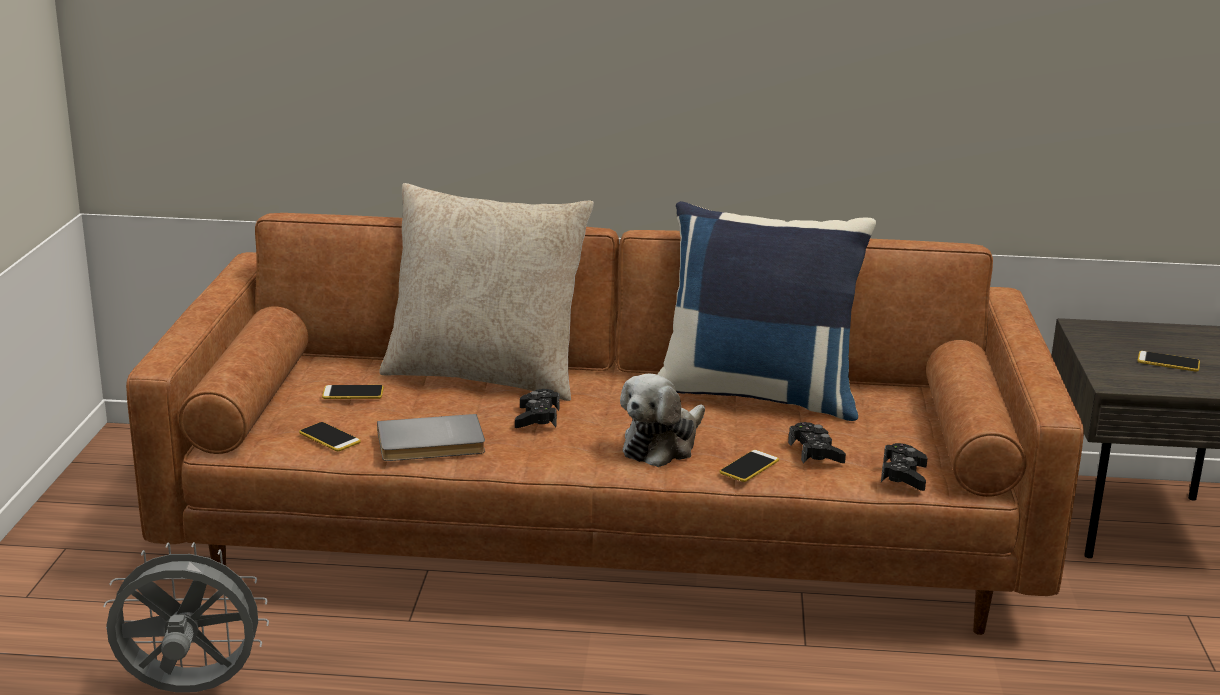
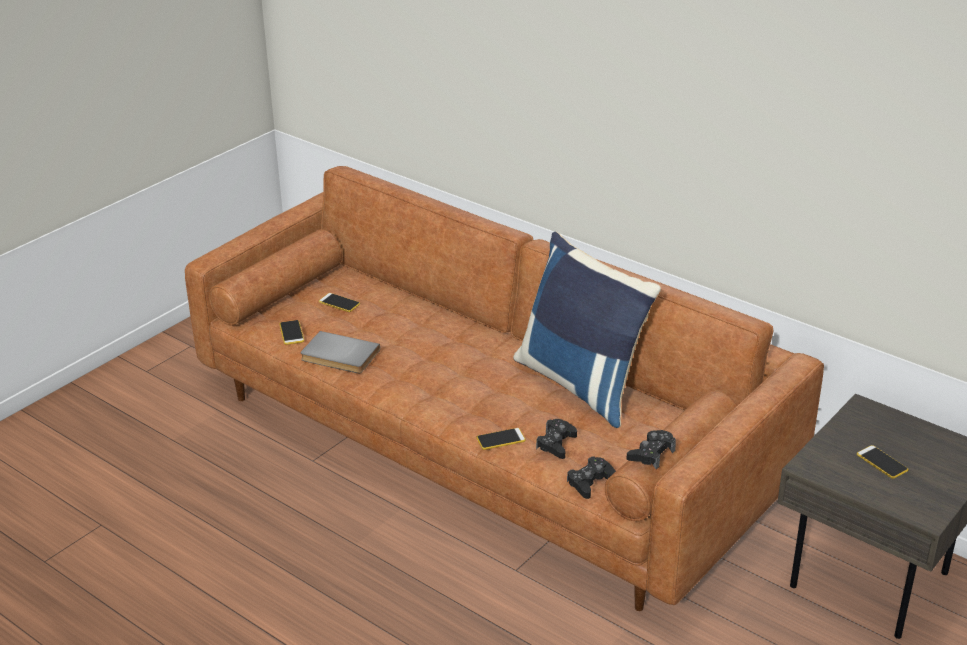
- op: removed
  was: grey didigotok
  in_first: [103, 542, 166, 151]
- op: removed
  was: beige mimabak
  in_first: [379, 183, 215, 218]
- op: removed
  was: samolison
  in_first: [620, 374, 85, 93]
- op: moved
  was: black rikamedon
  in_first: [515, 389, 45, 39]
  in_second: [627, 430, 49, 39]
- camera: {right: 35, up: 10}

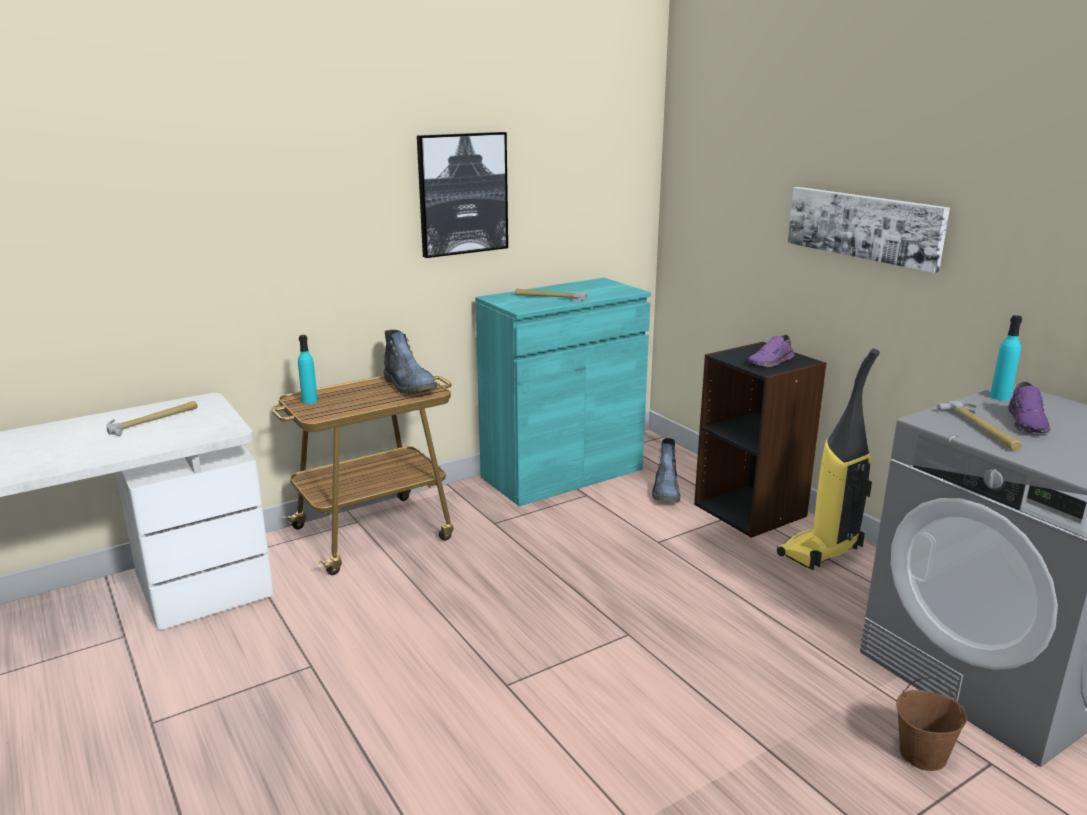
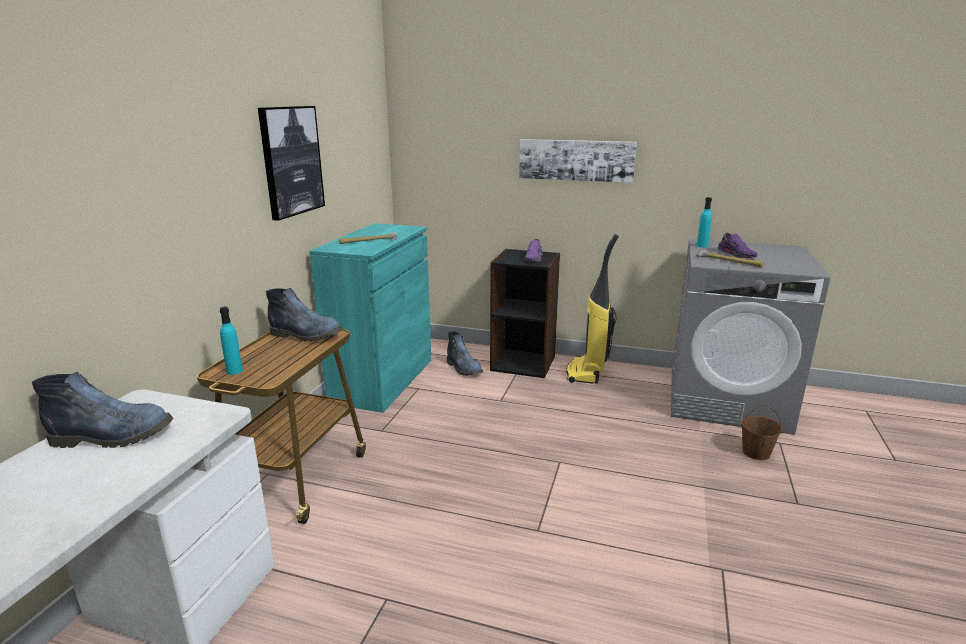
- op: replaced
  was: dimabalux
  now: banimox
  in_first: [106, 401, 92, 35]
  in_second: [32, 372, 141, 76]
- camera: {right: -40, up: 0}

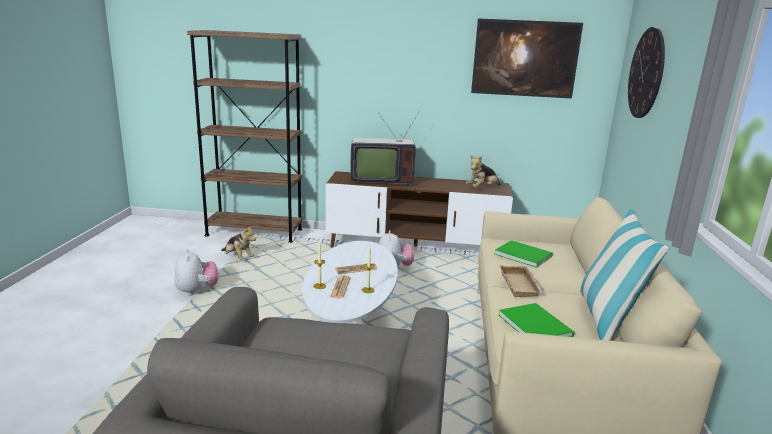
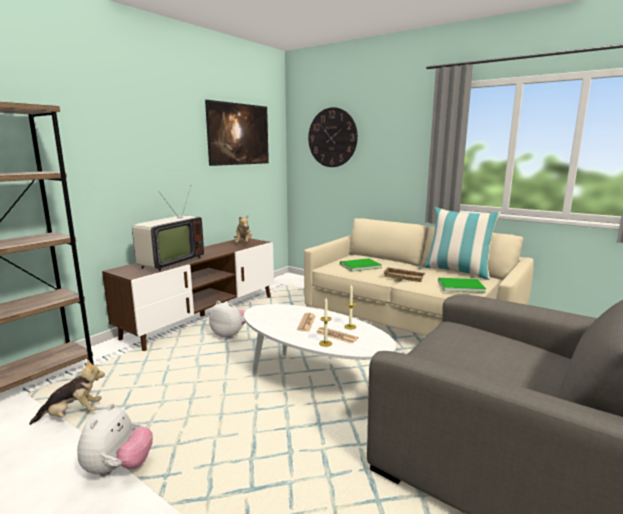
- op: turned
  was: samolison
  in_first: [174, 249, 45, 47]
  in_second: [77, 403, 76, 73]
  clockwise: 90
- camera: {right: -60, up: -5}

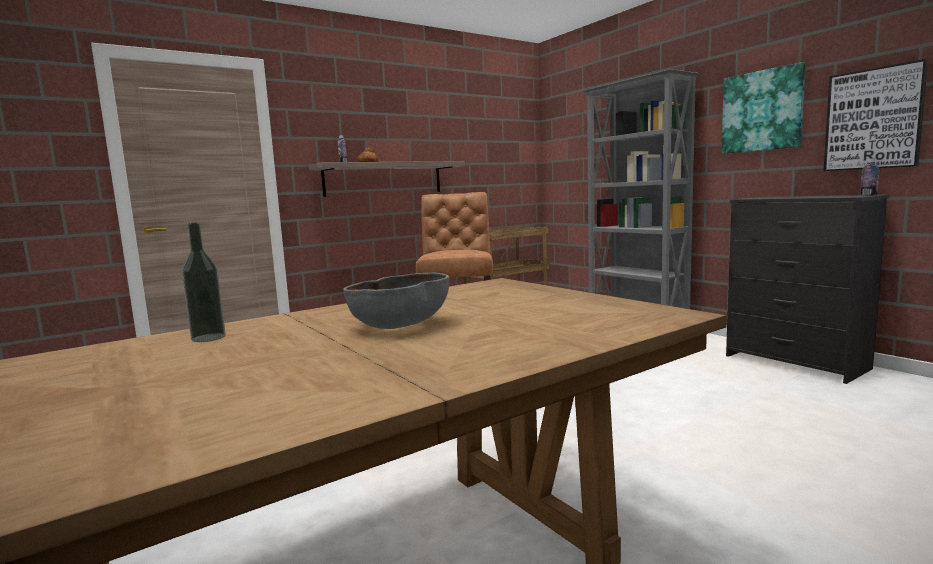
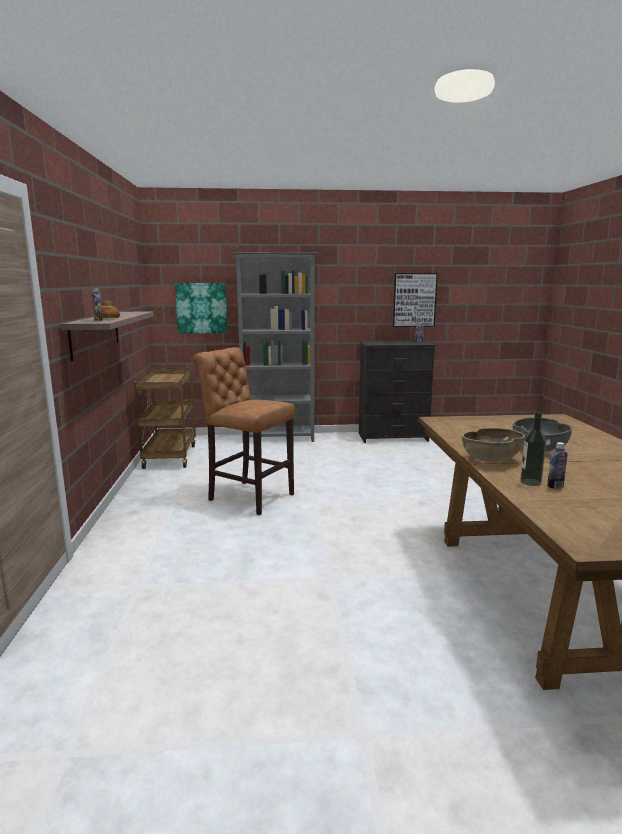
- op: added
  now: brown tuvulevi
  in_second: [462, 428, 63, 34]
- op: added
  now: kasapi
  in_second: [547, 442, 21, 47]
- op: moved
  was: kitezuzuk
  in_first: [721, 62, 85, 92]
  in_second: [175, 283, 53, 50]
- camera: {right: -60, up: 5}

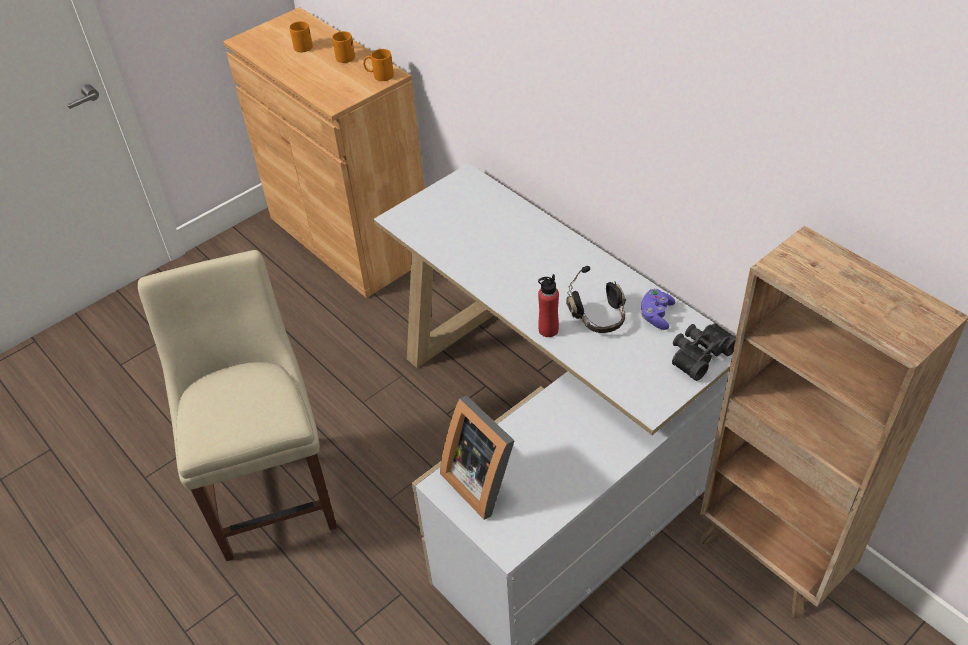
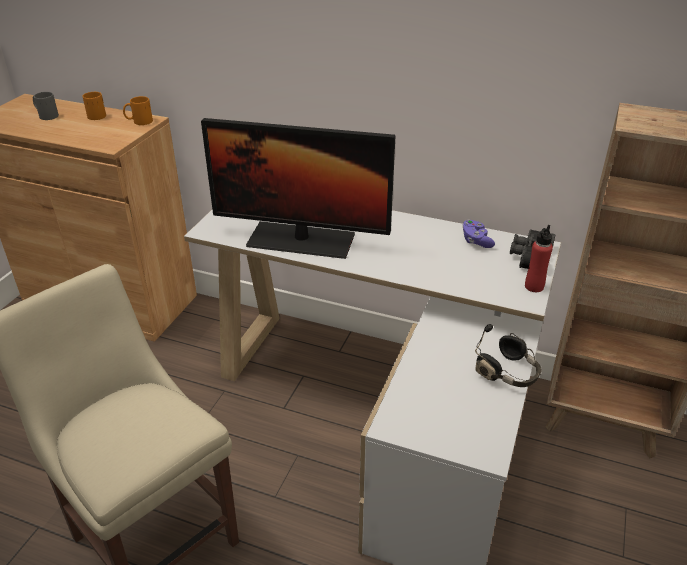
- op: removed
  was: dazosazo
  in_first: [440, 396, 74, 124]
- op: added
  now: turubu
  in_second: [201, 118, 194, 141]
- op: moved
  was: red kasapi
  in_first: [538, 274, 21, 63]
  in_second: [525, 225, 28, 67]
- op: moved
  was: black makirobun
  in_first: [566, 266, 60, 67]
  in_second: [475, 324, 67, 63]
- op: recoloured
  was: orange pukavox
  now: grey pukavox
  in_first: [289, 21, 24, 31]
  in_second: [33, 92, 26, 28]
- camera: {right: -30, up: -10}

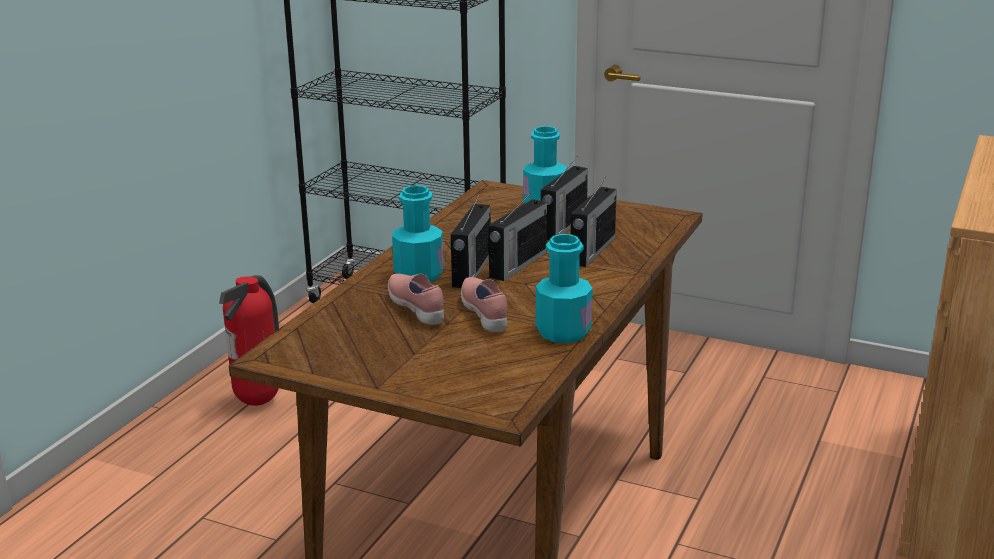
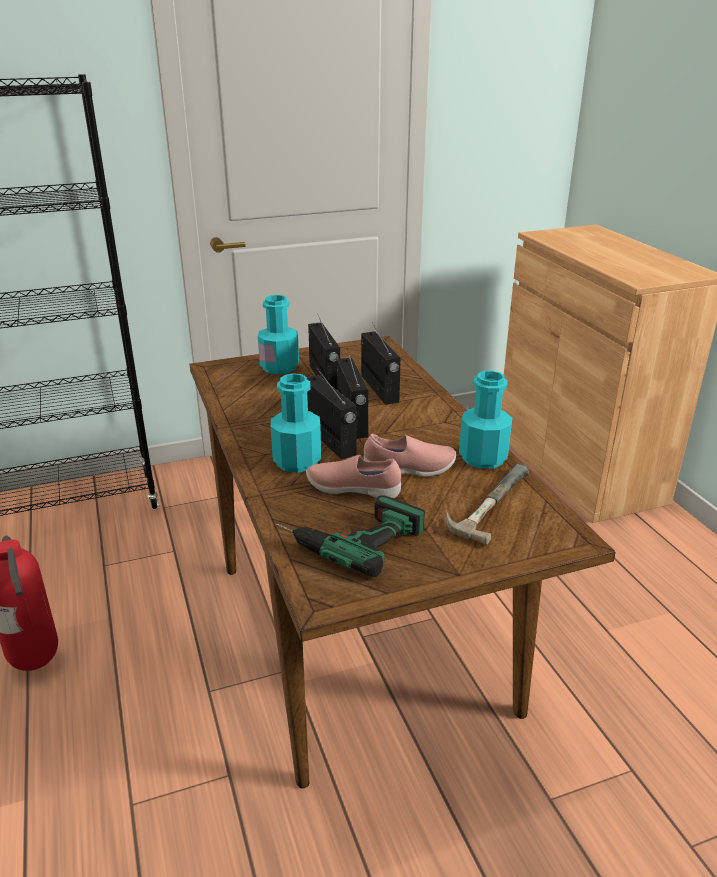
- op: added
  now: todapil
  in_second: [276, 495, 149, 82]
- op: added
  now: dimabalux
  in_second: [446, 463, 83, 82]
- op: turned
  was: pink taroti
  in_first: [461, 277, 46, 55]
  in_second: [364, 434, 92, 43]
  clockwise: 150
- camera: {right: -45, up: 5}

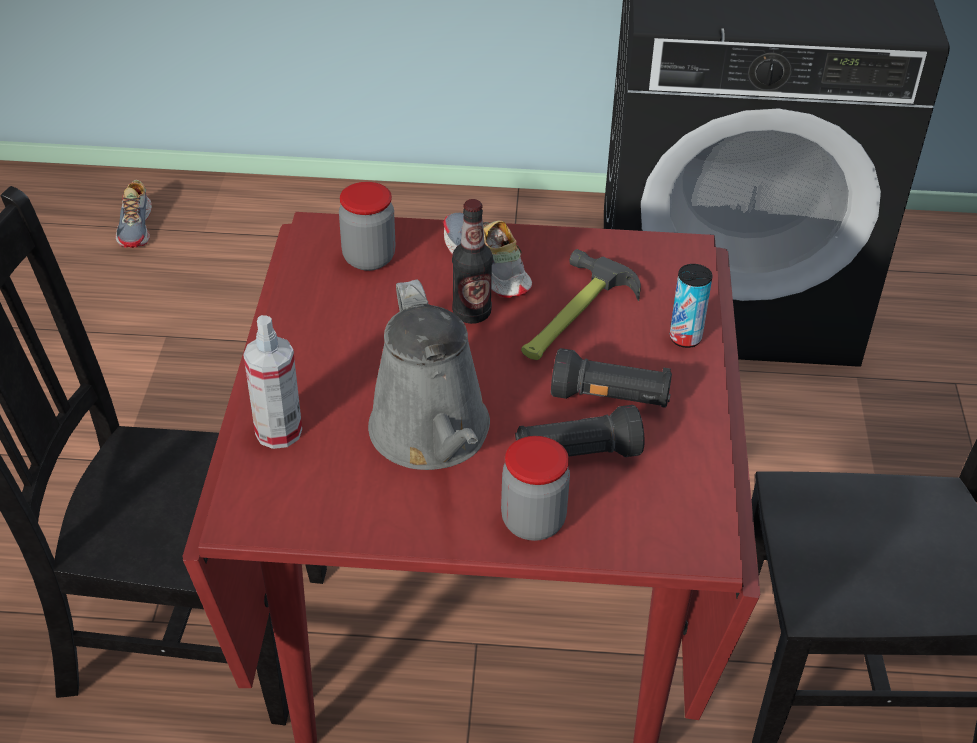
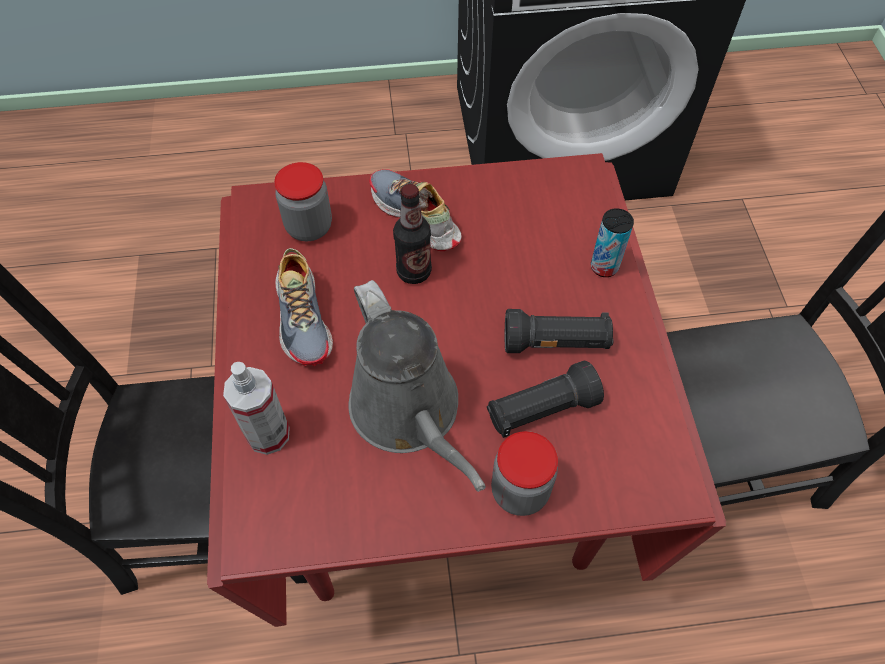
- op: removed
  was: dimabalux
  in_first: [521, 249, 120, 111]
- op: moved
  was: taroti
  in_first: [115, 180, 37, 68]
  in_second: [275, 248, 58, 119]
- camera: {right: -10, up: 15}

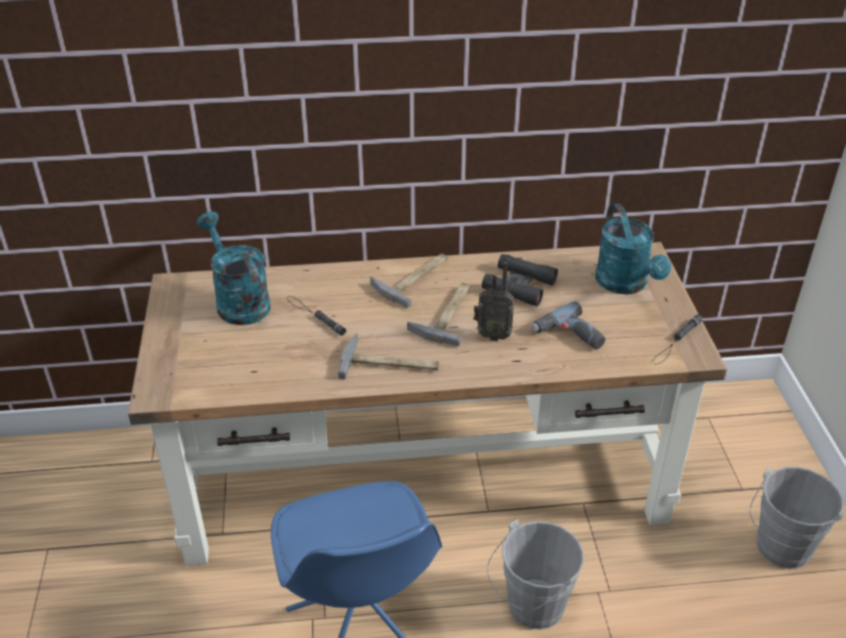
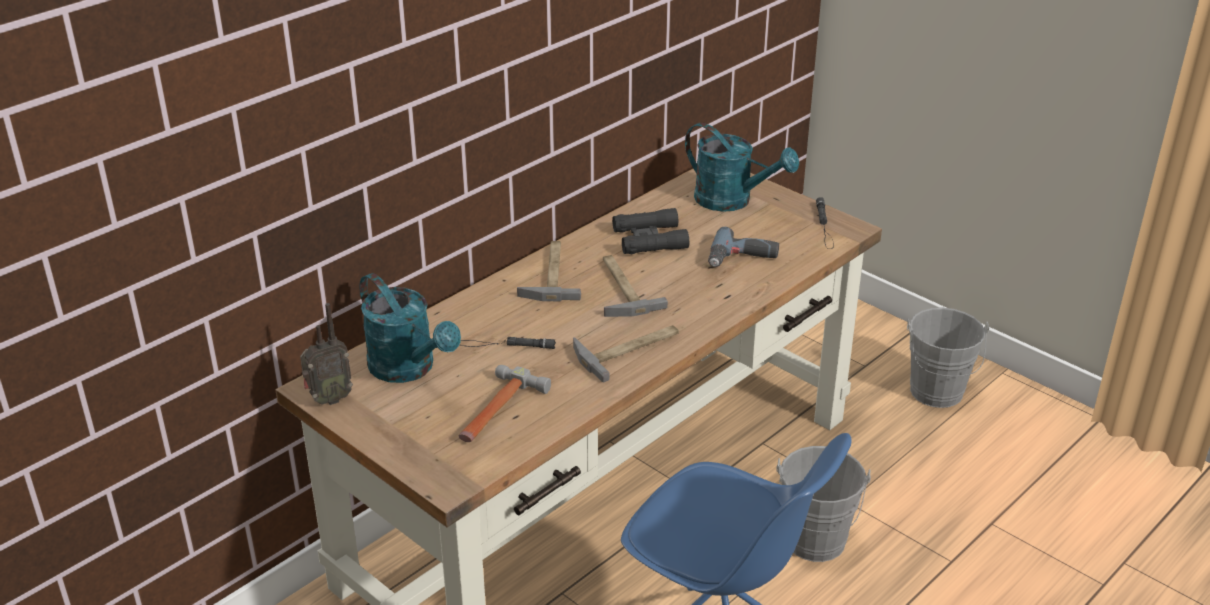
- op: added
  now: dimabalux
  in_second: [459, 365, 92, 77]
- op: moved
  was: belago
  in_first: [473, 261, 42, 80]
  in_second: [300, 303, 53, 102]
- op: turned
  was: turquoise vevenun
  in_first: [196, 212, 75, 113]
  in_second: [360, 273, 101, 110]
  clockwise: -150
- camera: {right: -40, up: -5}

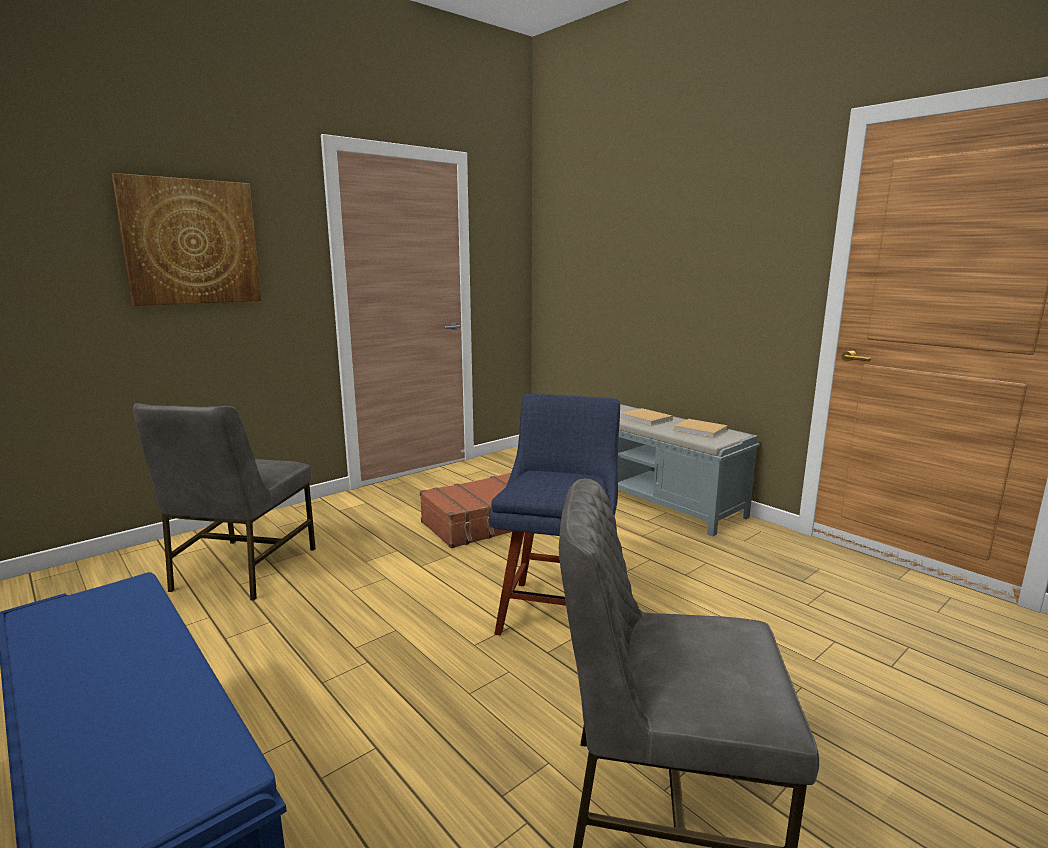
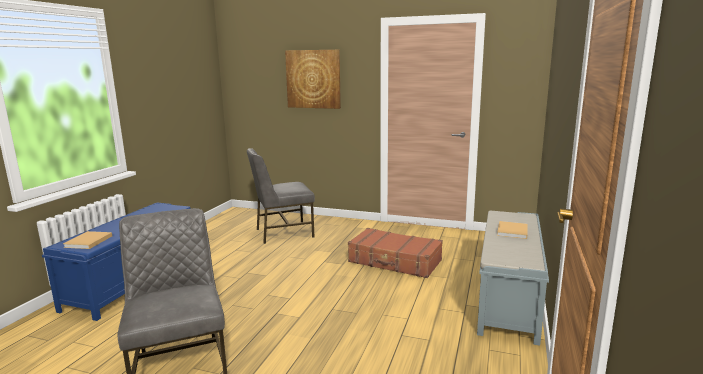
- op: removed
  was: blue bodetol
  in_first: [489, 394, 131, 241]
- op: moved
  was: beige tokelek
  in_first: [673, 419, 55, 19]
  in_second: [63, 231, 49, 18]
- camera: {right: 60, up: 0}

